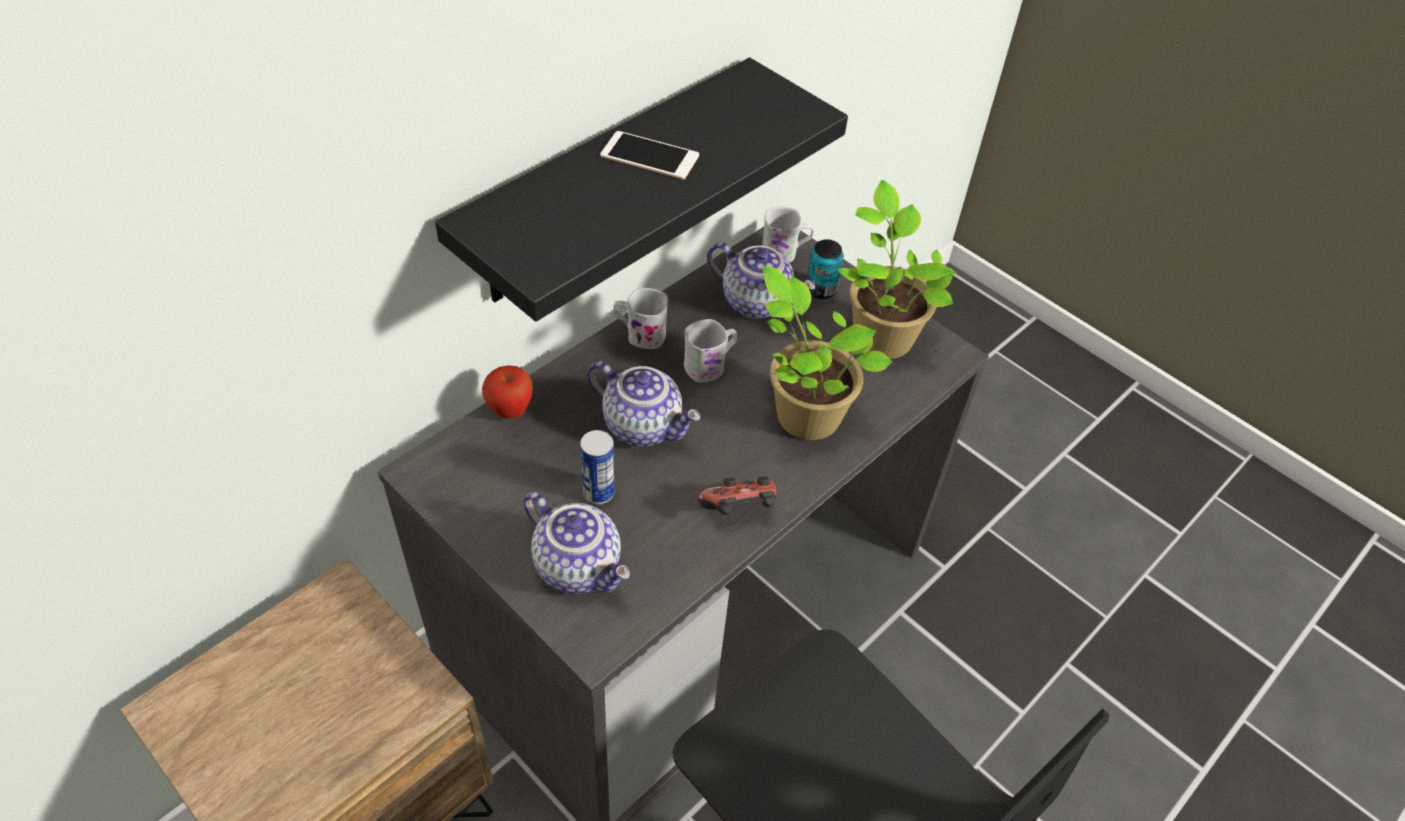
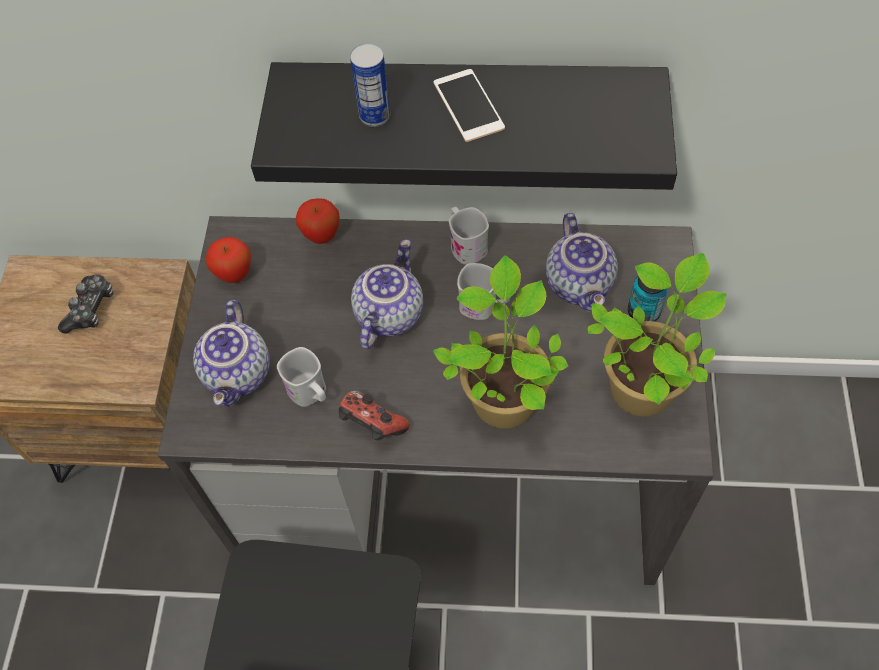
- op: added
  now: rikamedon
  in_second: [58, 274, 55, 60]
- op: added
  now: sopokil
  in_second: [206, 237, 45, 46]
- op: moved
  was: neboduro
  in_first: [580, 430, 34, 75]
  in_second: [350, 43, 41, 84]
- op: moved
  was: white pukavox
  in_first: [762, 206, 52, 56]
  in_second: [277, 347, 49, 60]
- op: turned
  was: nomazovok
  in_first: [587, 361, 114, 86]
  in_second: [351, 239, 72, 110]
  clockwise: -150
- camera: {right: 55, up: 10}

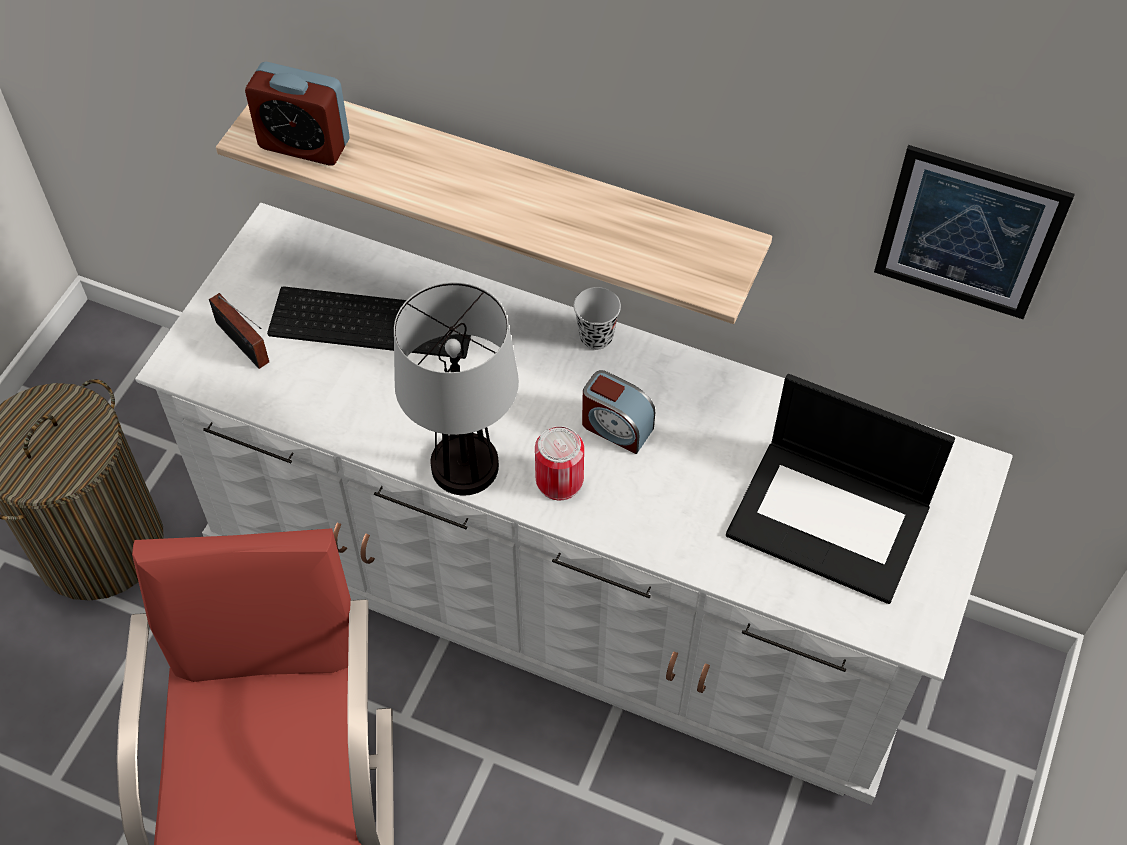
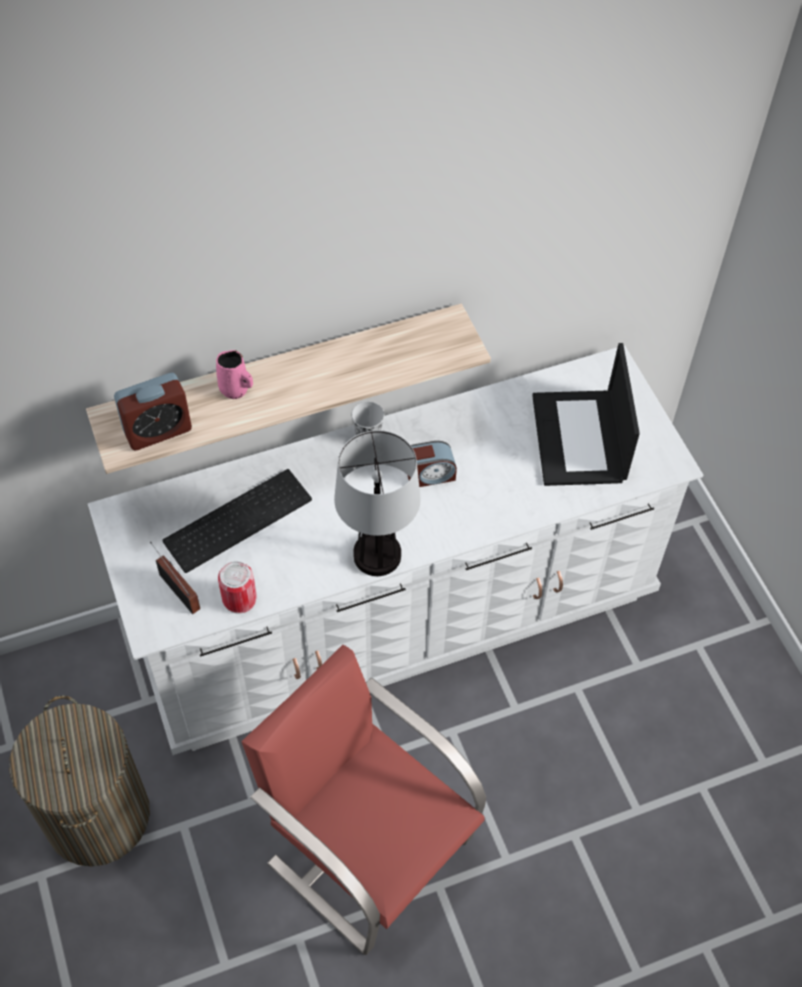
- op: removed
  was: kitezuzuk
  in_first: [874, 145, 201, 174]
- op: added
  now: pink pukavox
  in_second: [216, 350, 37, 49]
- op: moved
  was: neboduro
  in_first: [535, 426, 49, 74]
  in_second: [218, 561, 39, 52]
- op: turned
  was: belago
  in_first: [209, 293, 60, 76]
  in_second: [150, 542, 50, 72]
  clockwise: -135
- op: turned
  was: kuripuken
  in_first: [726, 374, 229, 230]
  in_second: [532, 343, 108, 143]
  clockwise: 105
- camera: {right: -45, up: 0}

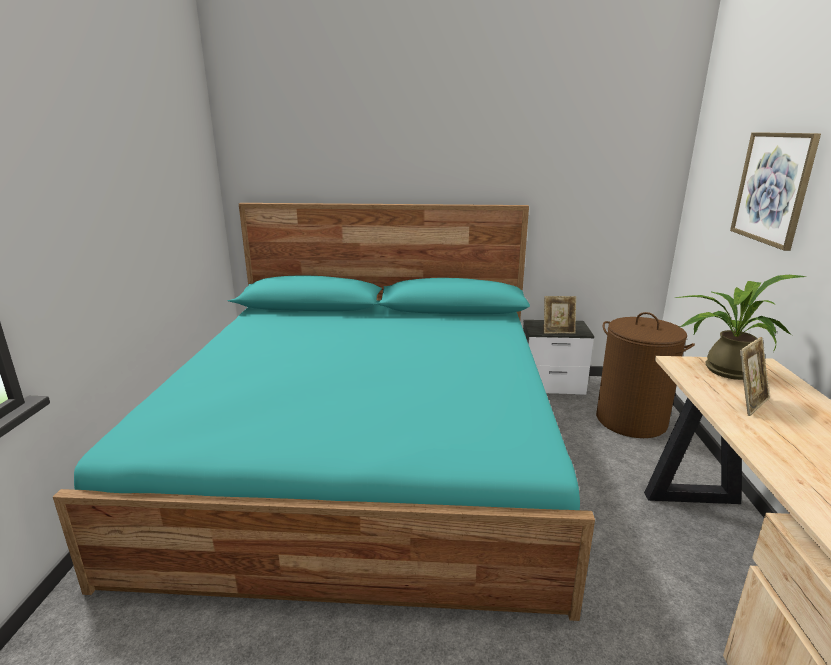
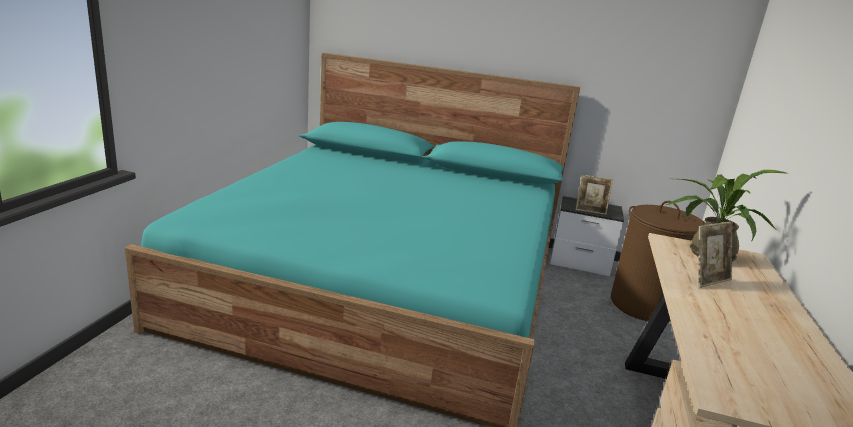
- op: removed
  was: kitezuzuk
  in_first: [730, 132, 91, 119]
- camera: {right: 10, up: 0}

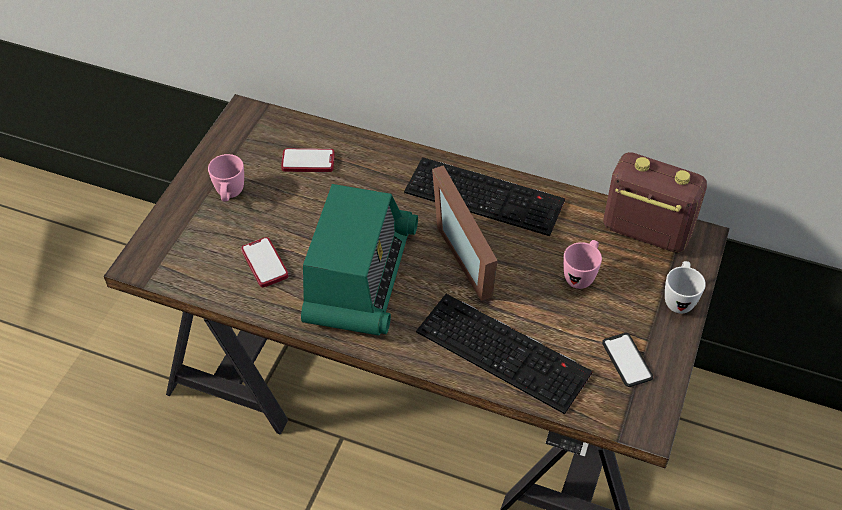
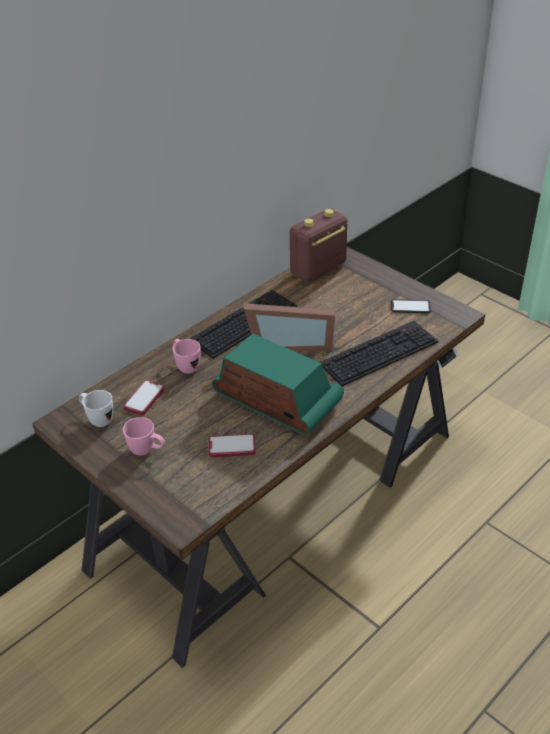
- op: moved
  was: pink pukavox
  in_first: [563, 240, 39, 49]
  in_second: [173, 339, 28, 35]
- op: moved
  was: white pukavox
  in_first: [665, 261, 41, 52]
  in_second: [79, 390, 34, 37]
- camera: {right: -65, up: -10}

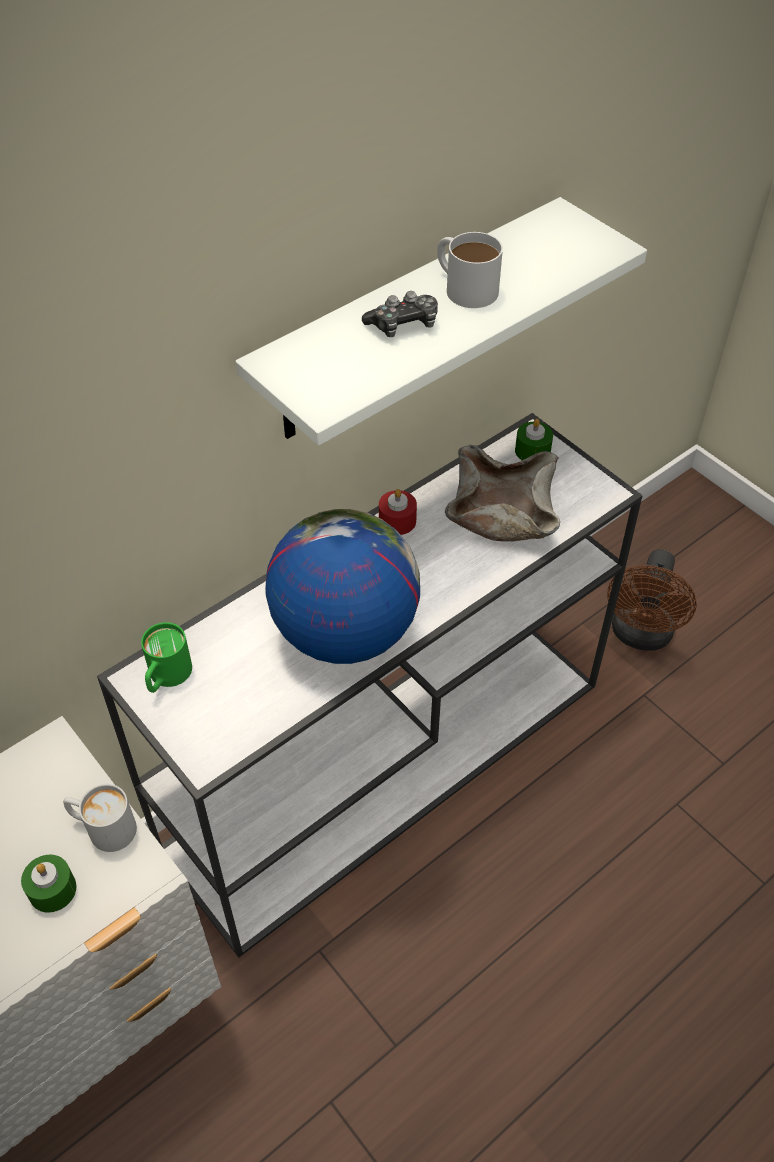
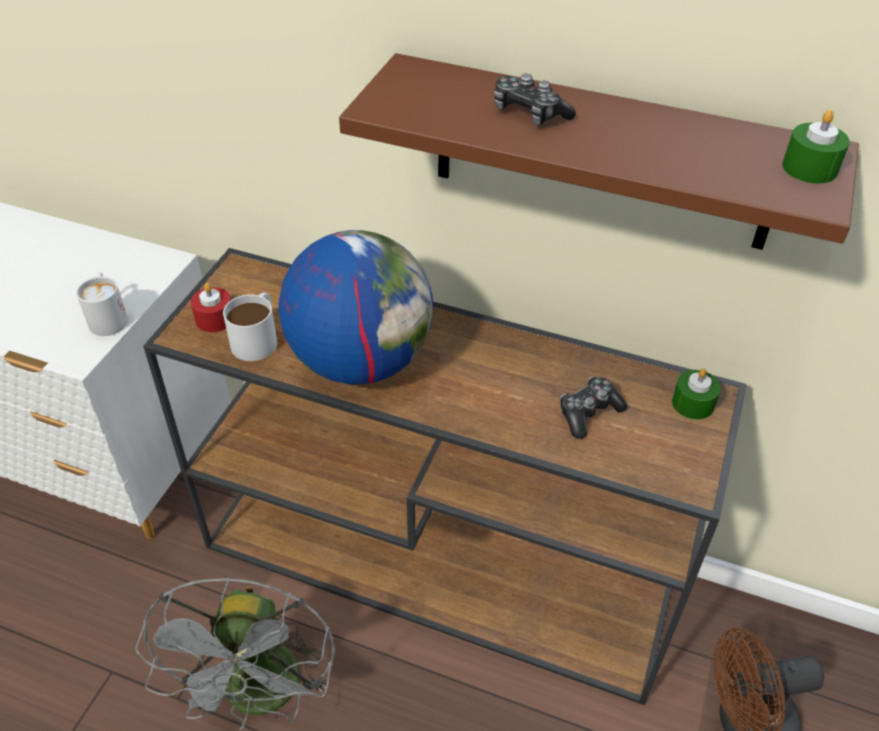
- op: removed
  was: green pukavox
  in_first: [141, 622, 51, 71]
- op: added
  now: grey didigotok
  in_second: [135, 577, 200, 153]
- op: moved
  was: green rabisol
  in_first: [21, 855, 56, 58]
  in_second: [782, 110, 68, 74]
- op: moved
  was: red rabisol
  in_first: [379, 489, 38, 46]
  in_second: [191, 283, 40, 49]
- op: moved
  was: white pukavox
  in_first: [437, 232, 66, 76]
  in_second: [223, 292, 54, 69]
- op: replaced
  was: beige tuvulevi
  now: rikamedon
  in_first: [445, 445, 115, 97]
  in_second: [560, 377, 67, 62]
- op: recoloured
  was: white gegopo
  now: brown gegopo
  in_first: [97, 413, 546, 545]
  in_second: [143, 248, 603, 457]
- op: recoloured
  was: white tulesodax
  now: brown tulesodax
  in_first: [235, 197, 412, 249]
  in_second: [339, 53, 520, 197]
- camera: {right: 60, up: -5}

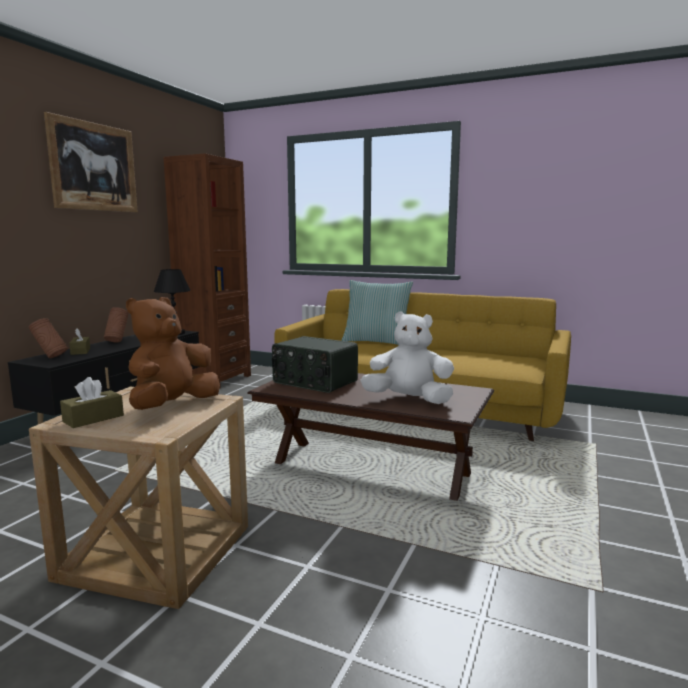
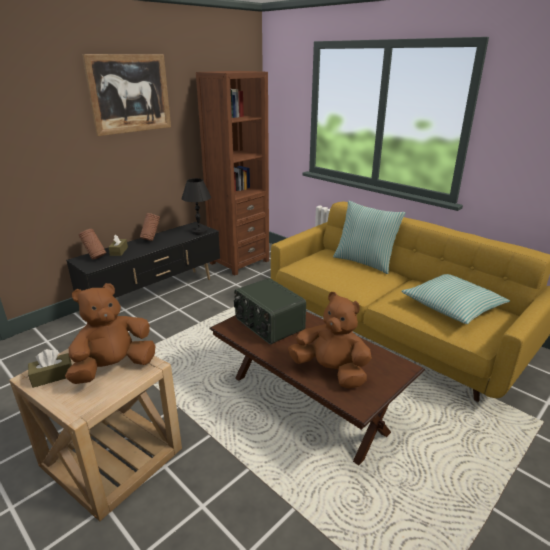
- op: added
  now: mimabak
  in_second: [401, 274, 109, 50]
- op: recoloured
  was: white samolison
  now: brown samolison
  in_first: [360, 311, 94, 93]
  in_second: [288, 292, 84, 97]
- camera: {right: 20, up: 15}

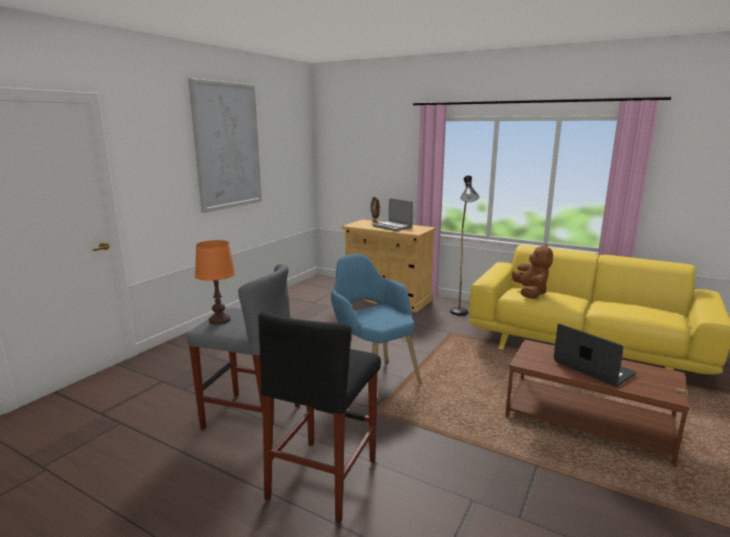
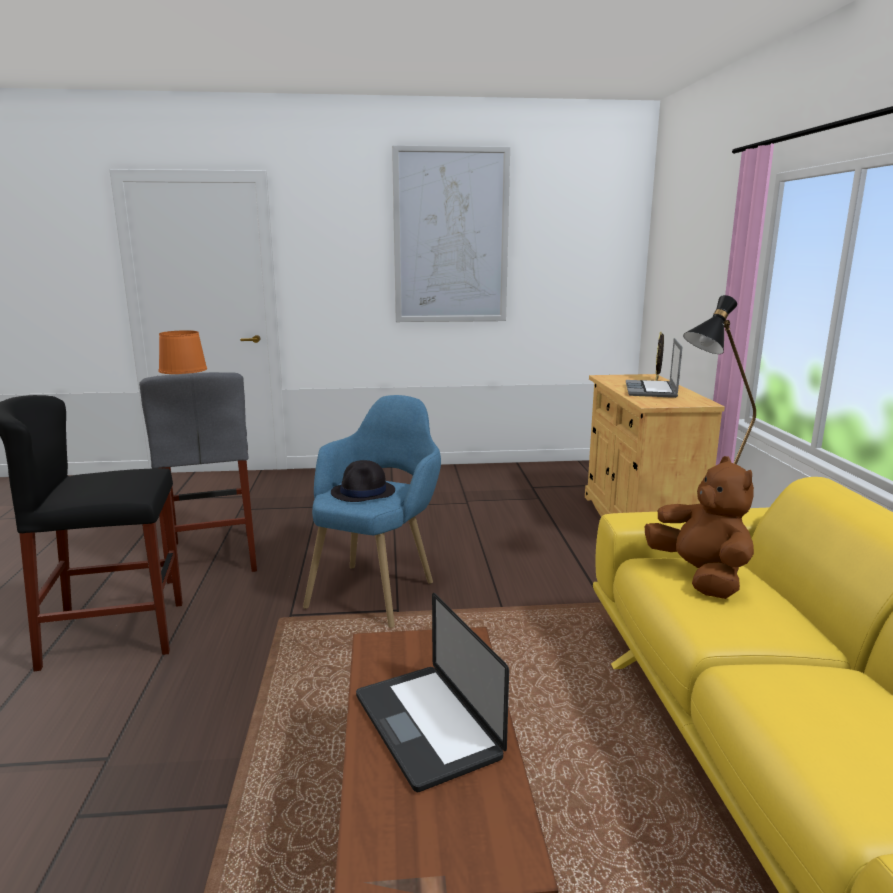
- op: added
  now: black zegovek
  in_second: [331, 460, 64, 42]
- op: turned
  was: brown samolison
  in_first: [512, 244, 41, 55]
  in_second: [644, 456, 110, 143]
  clockwise: -75
- op: turned
  was: kuripuken
  in_first: [554, 324, 82, 63]
  in_second: [356, 593, 153, 199]
  clockwise: 135
- camera: {right: 55, up: 0}

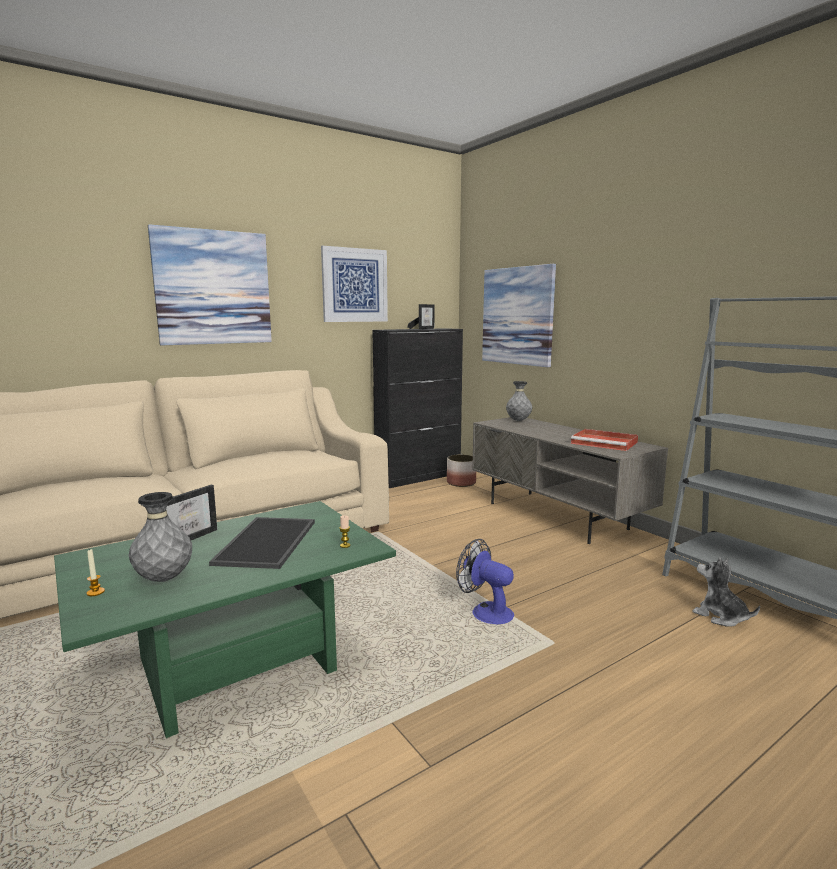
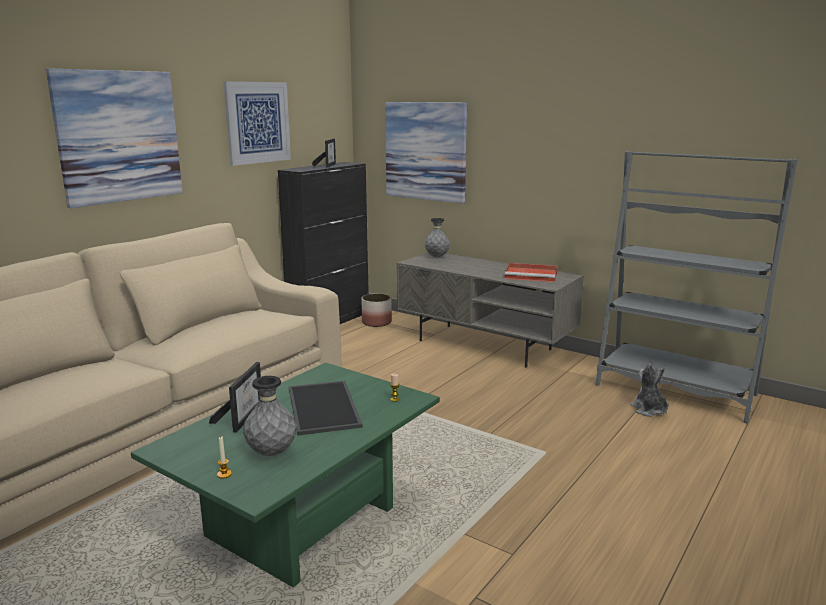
- op: removed
  was: didigotok
  in_first: [456, 539, 58, 85]
- op: turned
  was: samolison
  in_first: [692, 557, 68, 70]
  in_second: [630, 363, 39, 54]
  clockwise: 45
- camera: {right: -20, up: 5}

